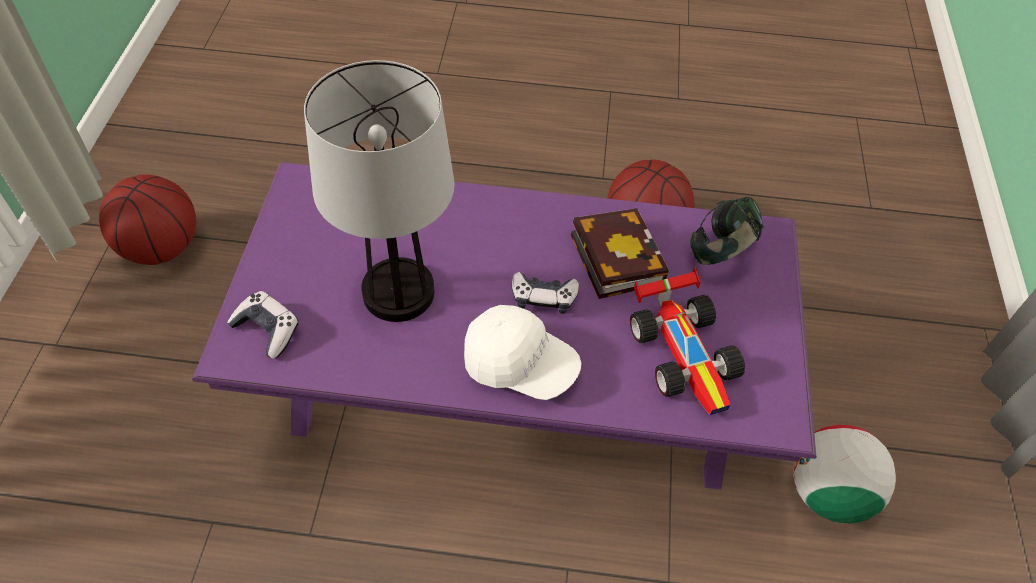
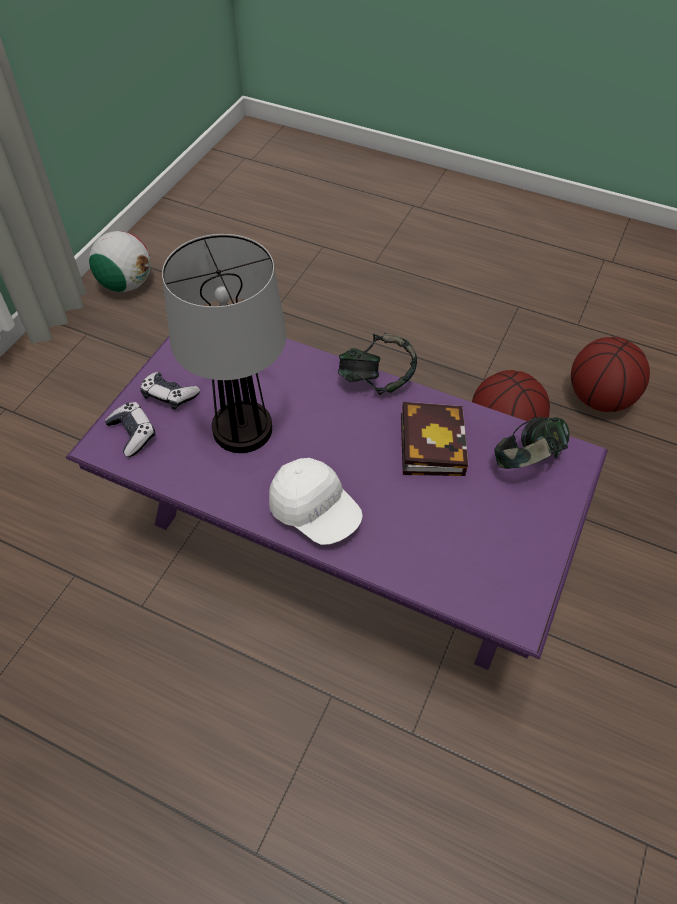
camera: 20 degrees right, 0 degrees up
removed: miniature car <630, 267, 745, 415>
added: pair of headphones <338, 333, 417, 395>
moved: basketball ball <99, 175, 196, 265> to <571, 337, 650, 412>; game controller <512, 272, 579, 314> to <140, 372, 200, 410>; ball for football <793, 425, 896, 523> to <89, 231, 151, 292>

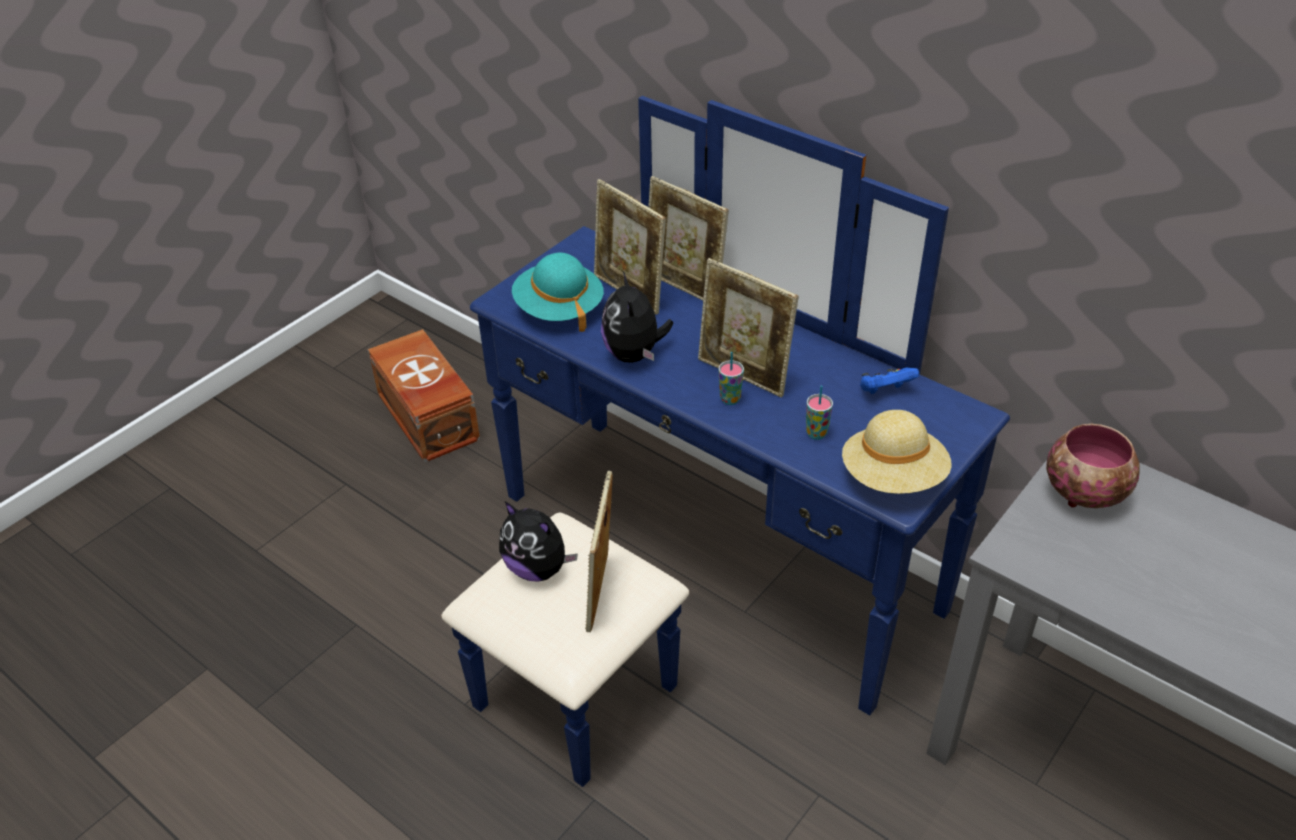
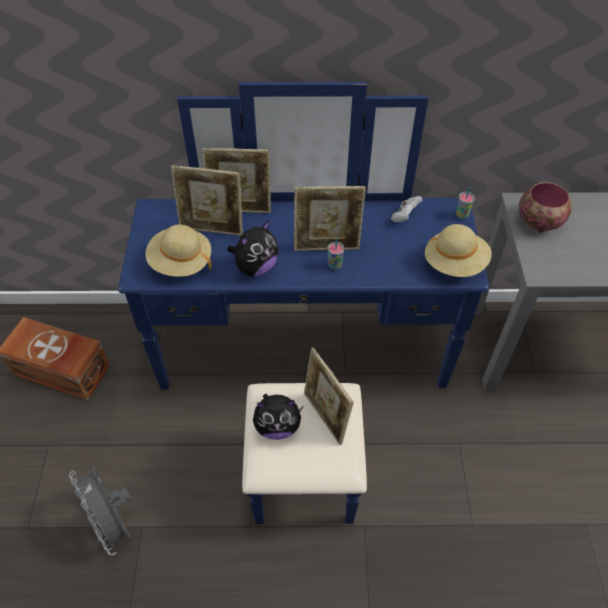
camera: 40 degrees left, 10 degrees up
added: greyish cooling fan <69, 467, 131, 555>
moved: cup <806, 386, 833, 440> to <456, 187, 475, 219>
recoloured: blue-green wearable hat <512, 253, 604, 332> to sand-coloured wearable hat <145, 225, 212, 277>; bluish game controller <860, 368, 919, 394> to whitish game controller <391, 196, 422, 222>
turned: plush toy <601, 272, 673, 363> = <227, 220, 279, 277> 90 degrees counterclockwise

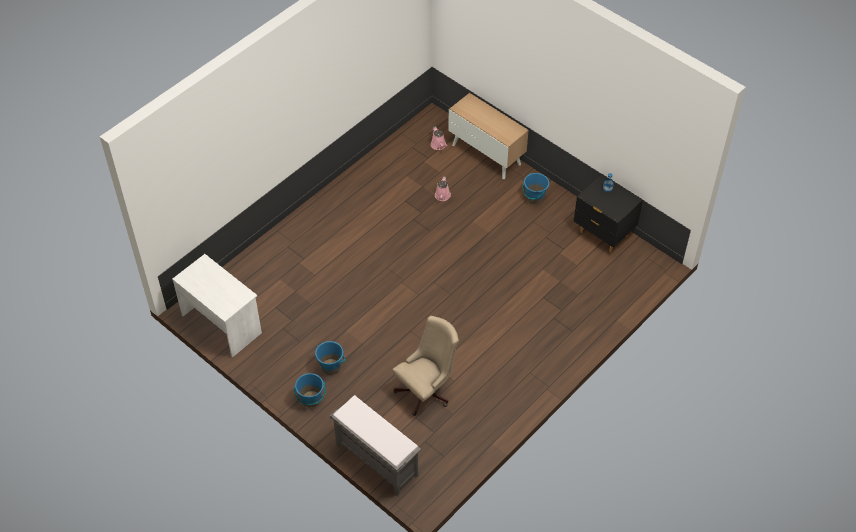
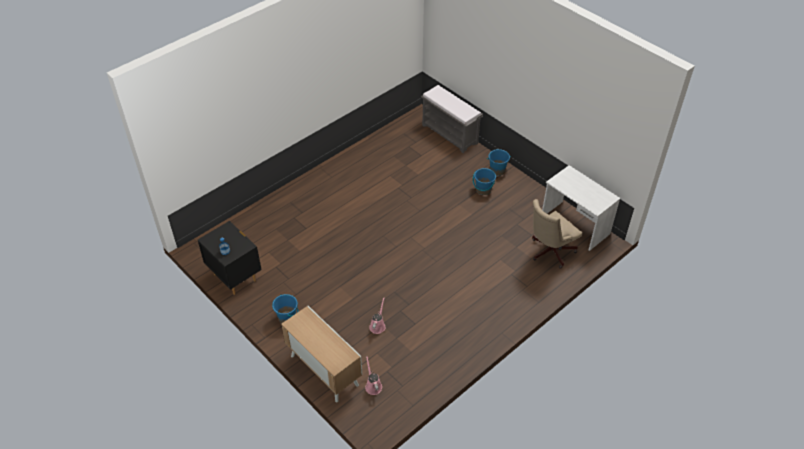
camera: 175 degrees left, 5 degrees down
moved: sand-coloured office chair <392, 316, 459, 416> to <532, 199, 582, 269>

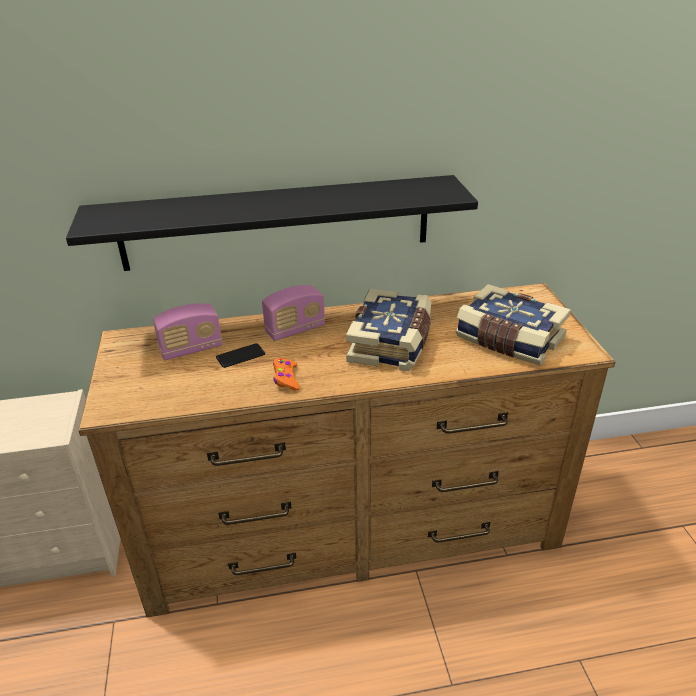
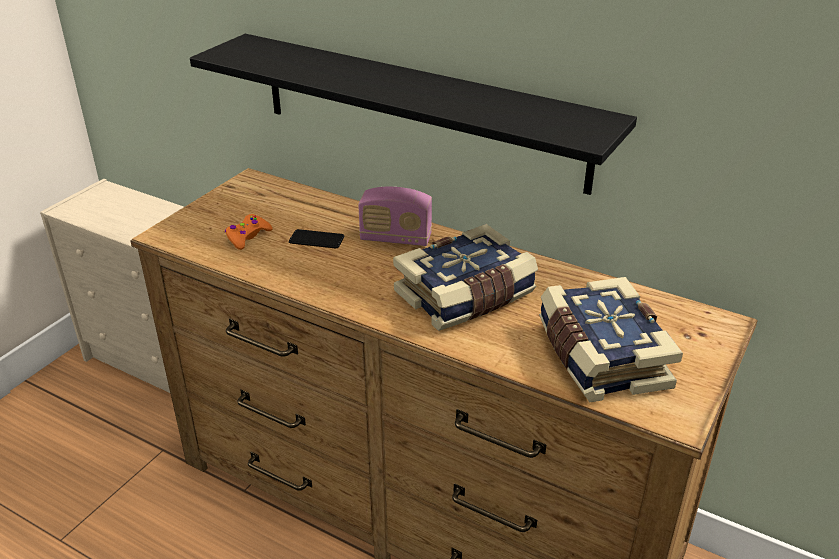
camera: 40 degrees right, 0 degrees up
removed: radio <153, 303, 222, 360>
moved: orange-coloured game controller <273, 358, 300, 391> to <225, 214, 273, 250>

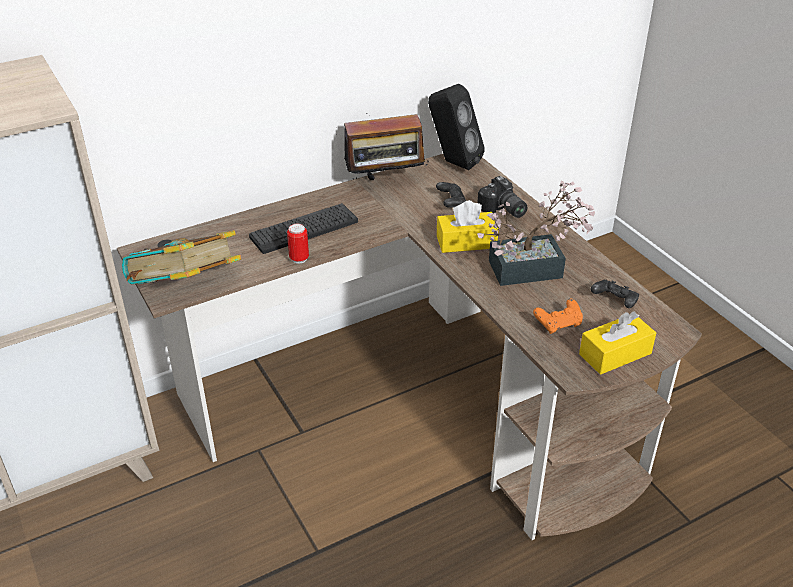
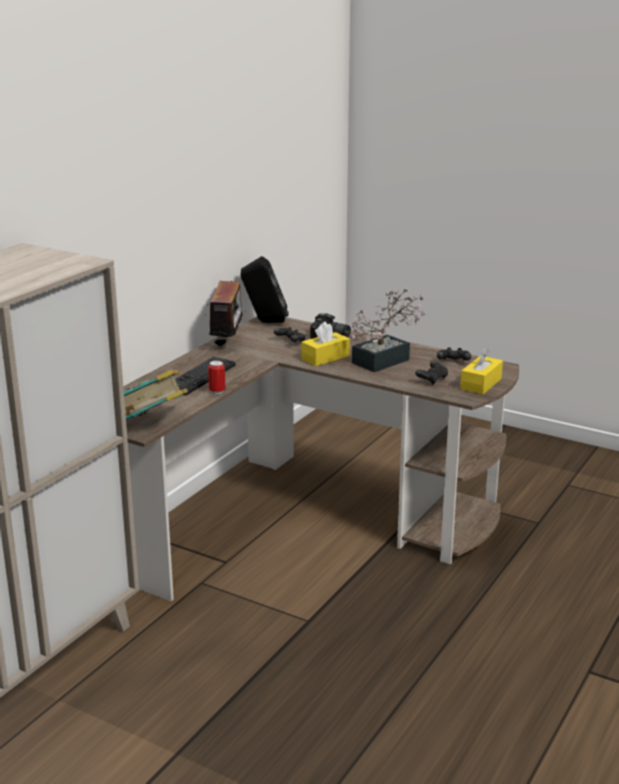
camera: 30 degrees left, 15 degrees down
recoloured: orange-coloured game controller <533, 299, 583, 334> to black game controller <415, 362, 448, 385>
turned: radio <344, 113, 429, 180> = <205, 280, 246, 348> 45 degrees counterclockwise

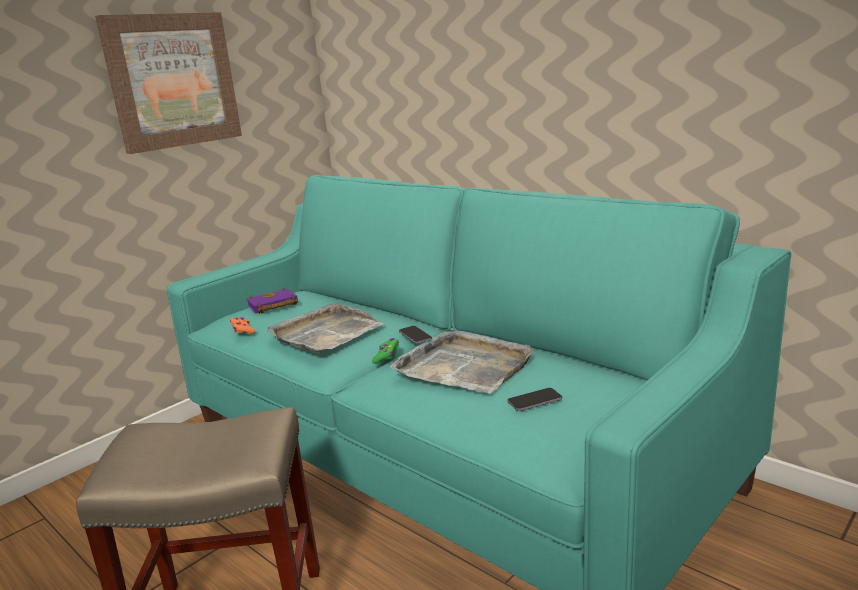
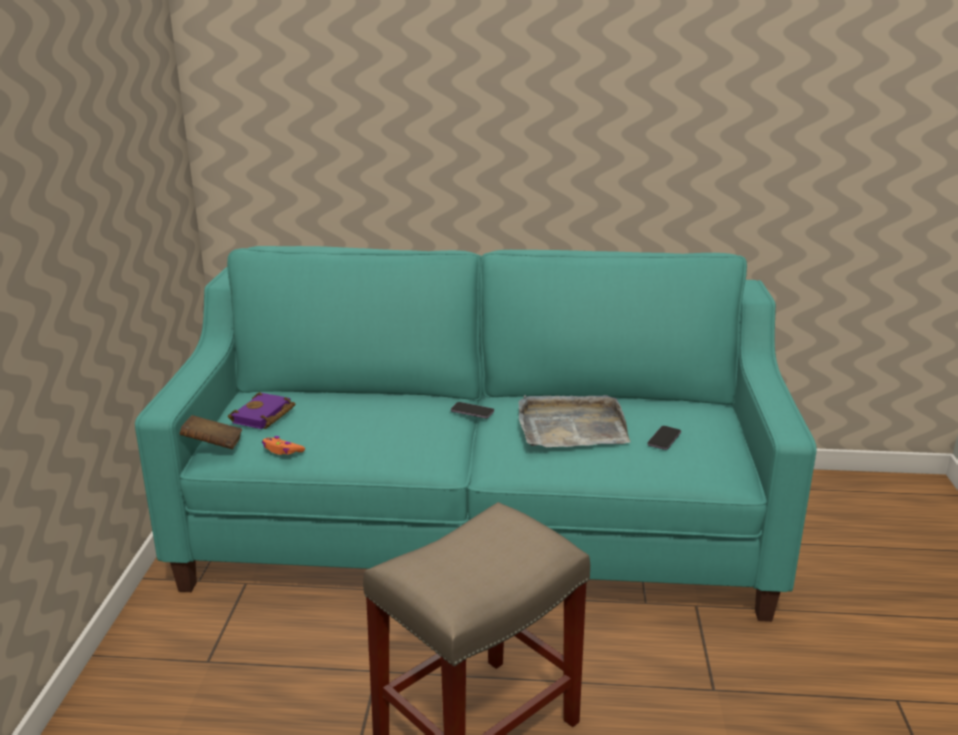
camera: 40 degrees left, 5 degrees up
removed: wall art <95, 12, 242, 154>; greyish serving tray <267, 303, 384, 353>; green-coloured game controller <372, 338, 399, 364>
added: brown bound book <179, 415, 243, 449>

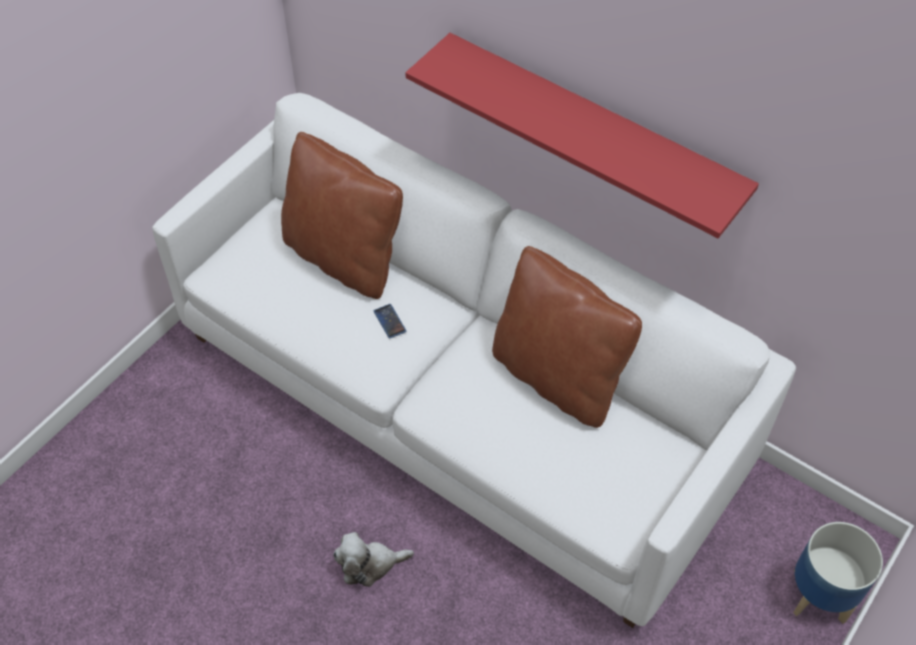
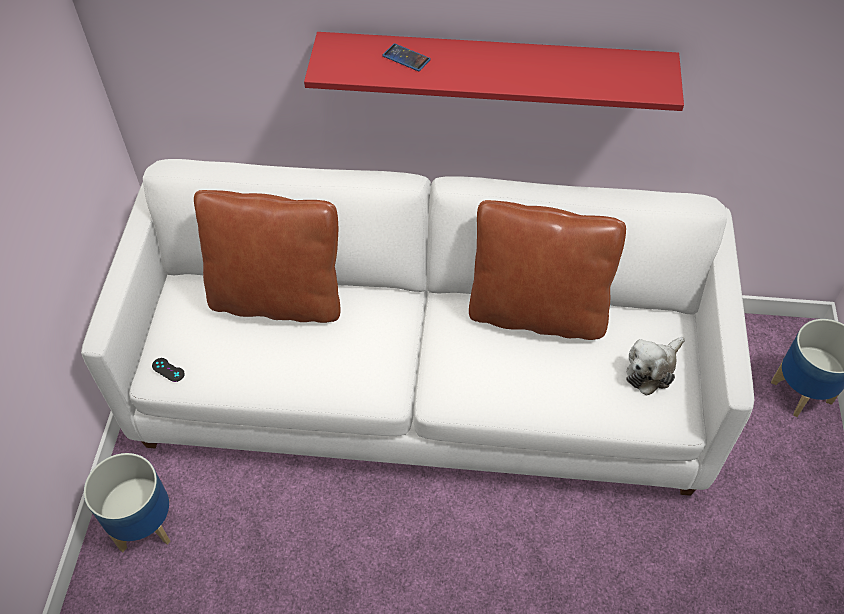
camera: 30 degrees left, 0 degrees up
added: plant pot <84, 453, 171, 552>; black game controller <152, 358, 185, 382>
moved: plush toy <333, 532, 414, 587> to <626, 337, 685, 396>; phone <373, 304, 406, 339> to <382, 43, 431, 71>

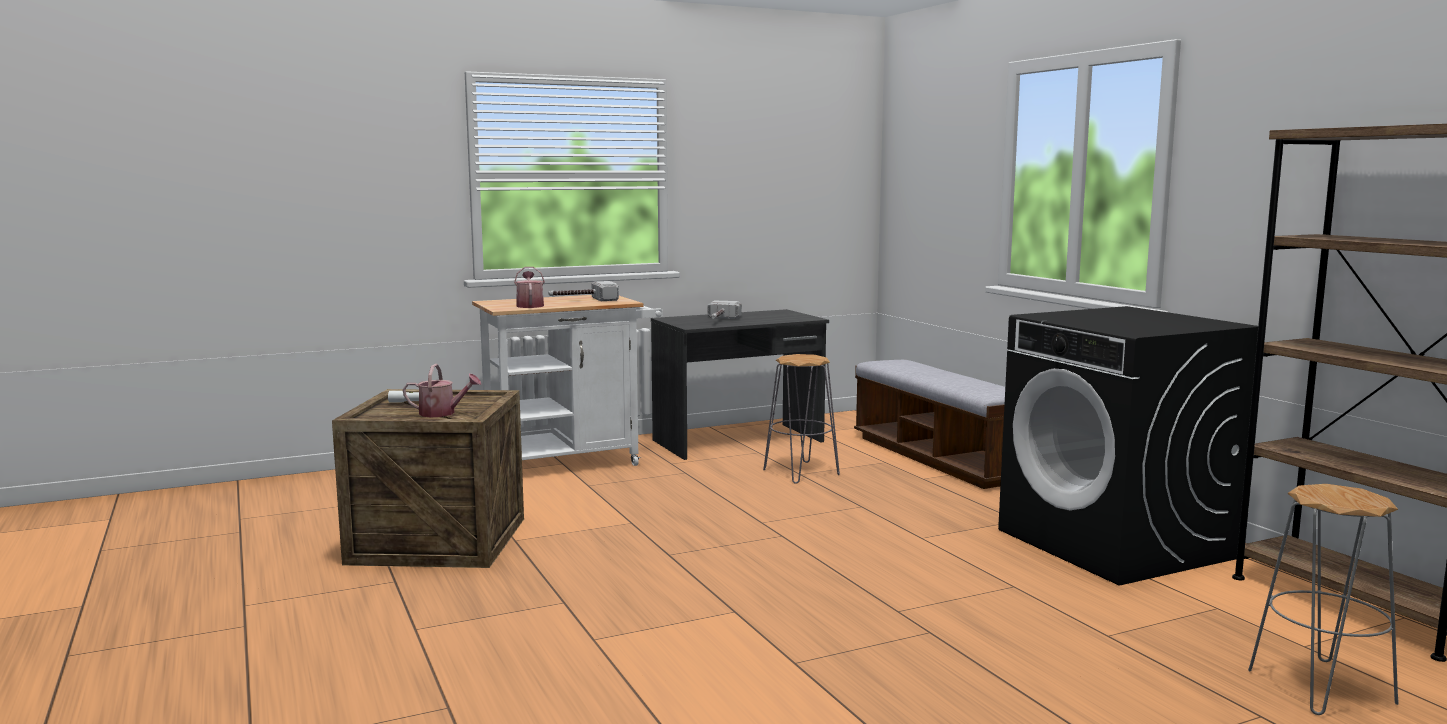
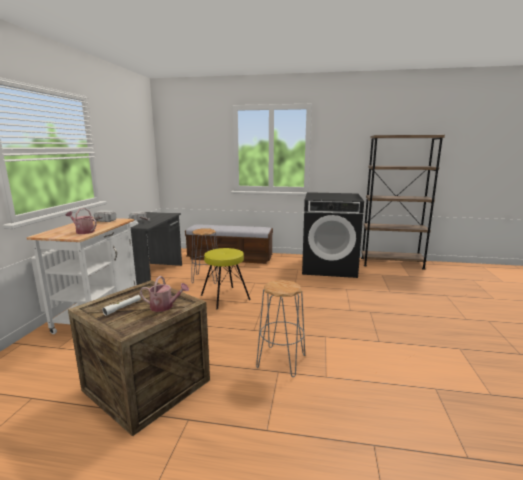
camera: 55 degrees left, 5 degrees up
added: yellowish sitting stool <201, 248, 251, 309>
moved: greyish sitting stool <1248, 484, 1399, 715> to <256, 280, 305, 377>
turned: sprinkling can <403, 364, 481, 418> = <140, 276, 189, 312> 60 degrees clockwise

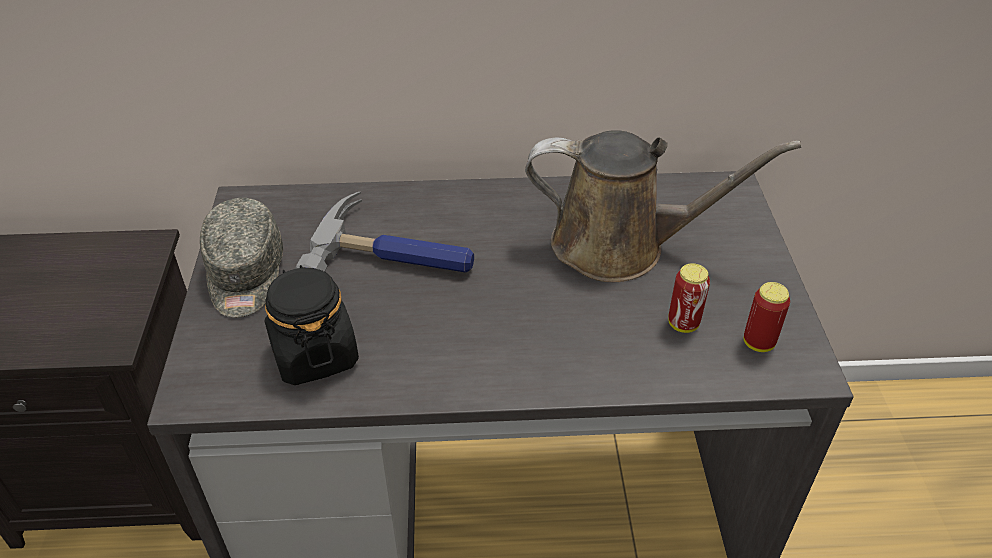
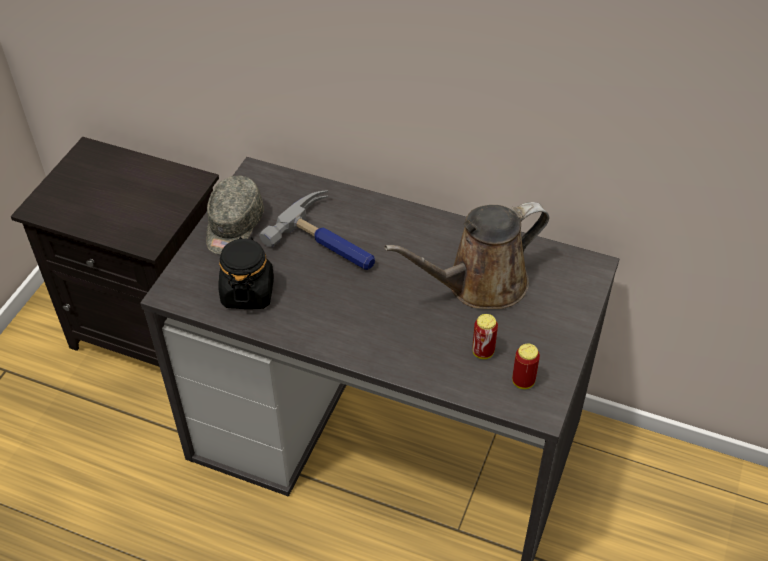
camera: 25 degrees right, 5 degrees up
turned: brown sprinkling can <525, 130, 801, 282> = <384, 202, 549, 309> 120 degrees clockwise

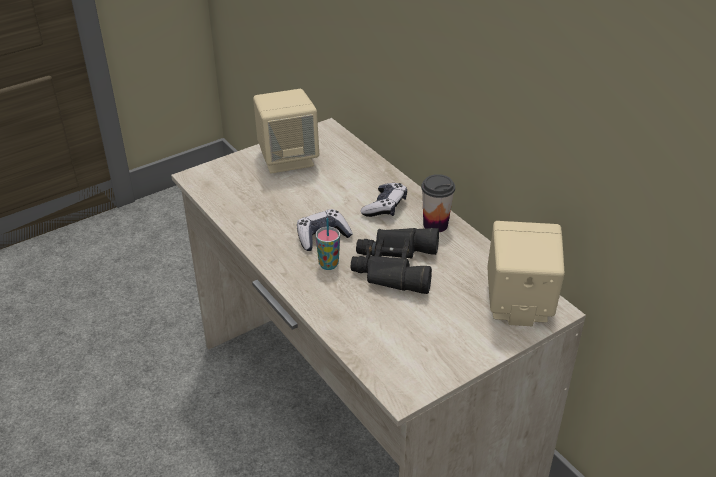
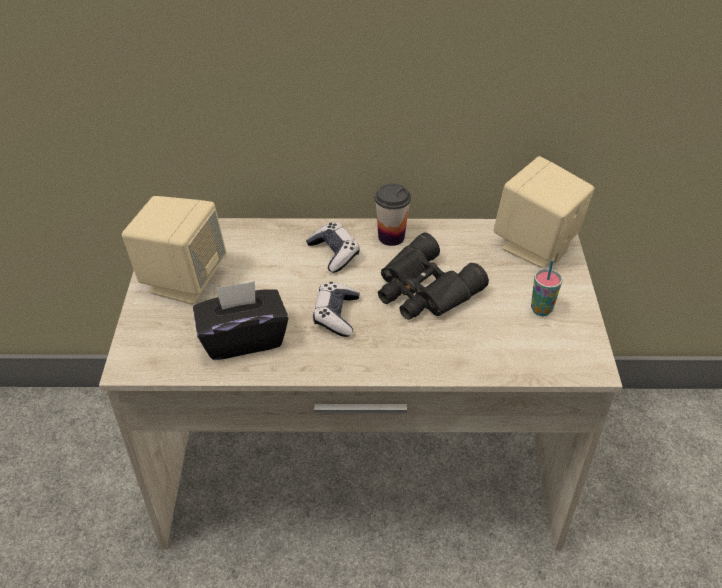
camera: 55 degrees left, 5 degrees up
added: black tissue box <193, 281, 289, 360>
moved: cup <316, 218, 340, 270> to <531, 260, 562, 316>

